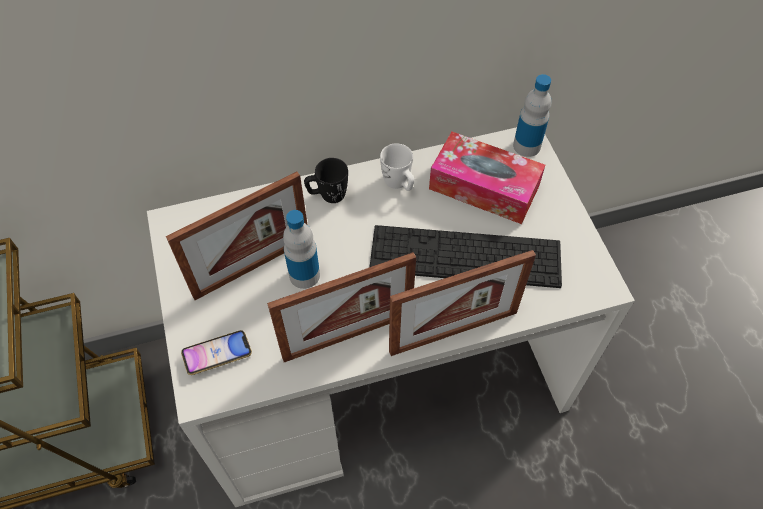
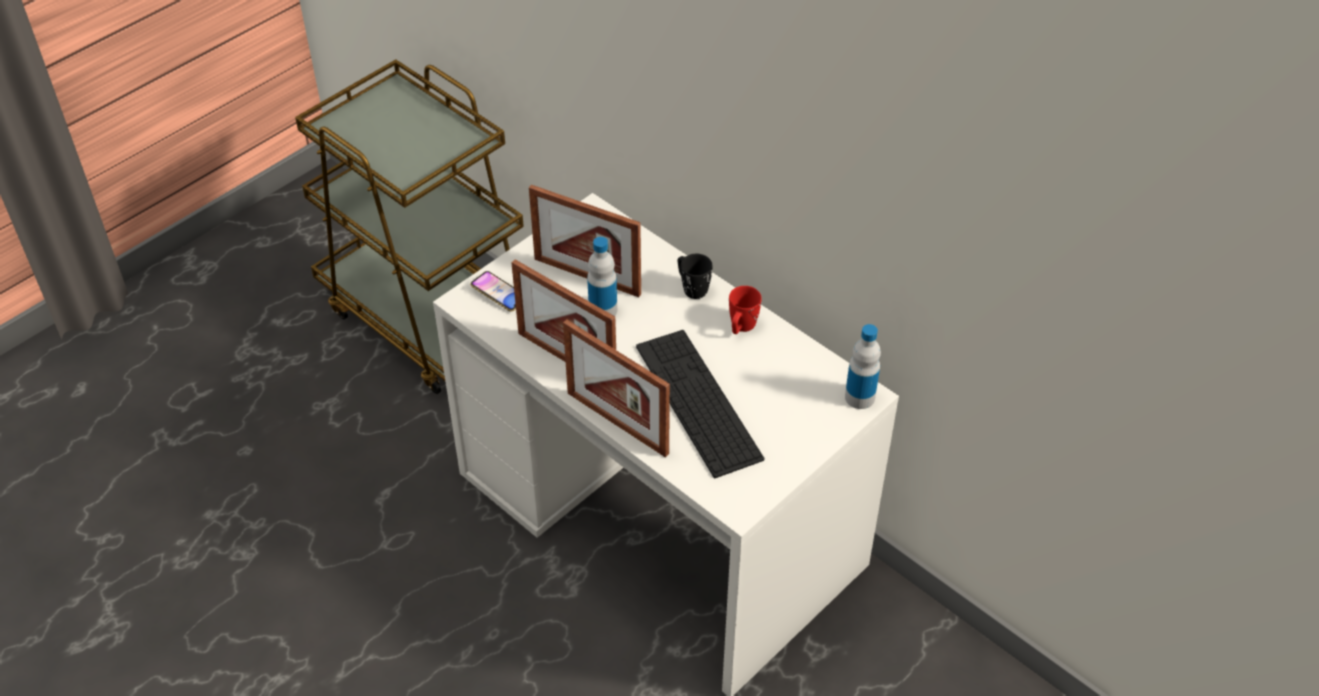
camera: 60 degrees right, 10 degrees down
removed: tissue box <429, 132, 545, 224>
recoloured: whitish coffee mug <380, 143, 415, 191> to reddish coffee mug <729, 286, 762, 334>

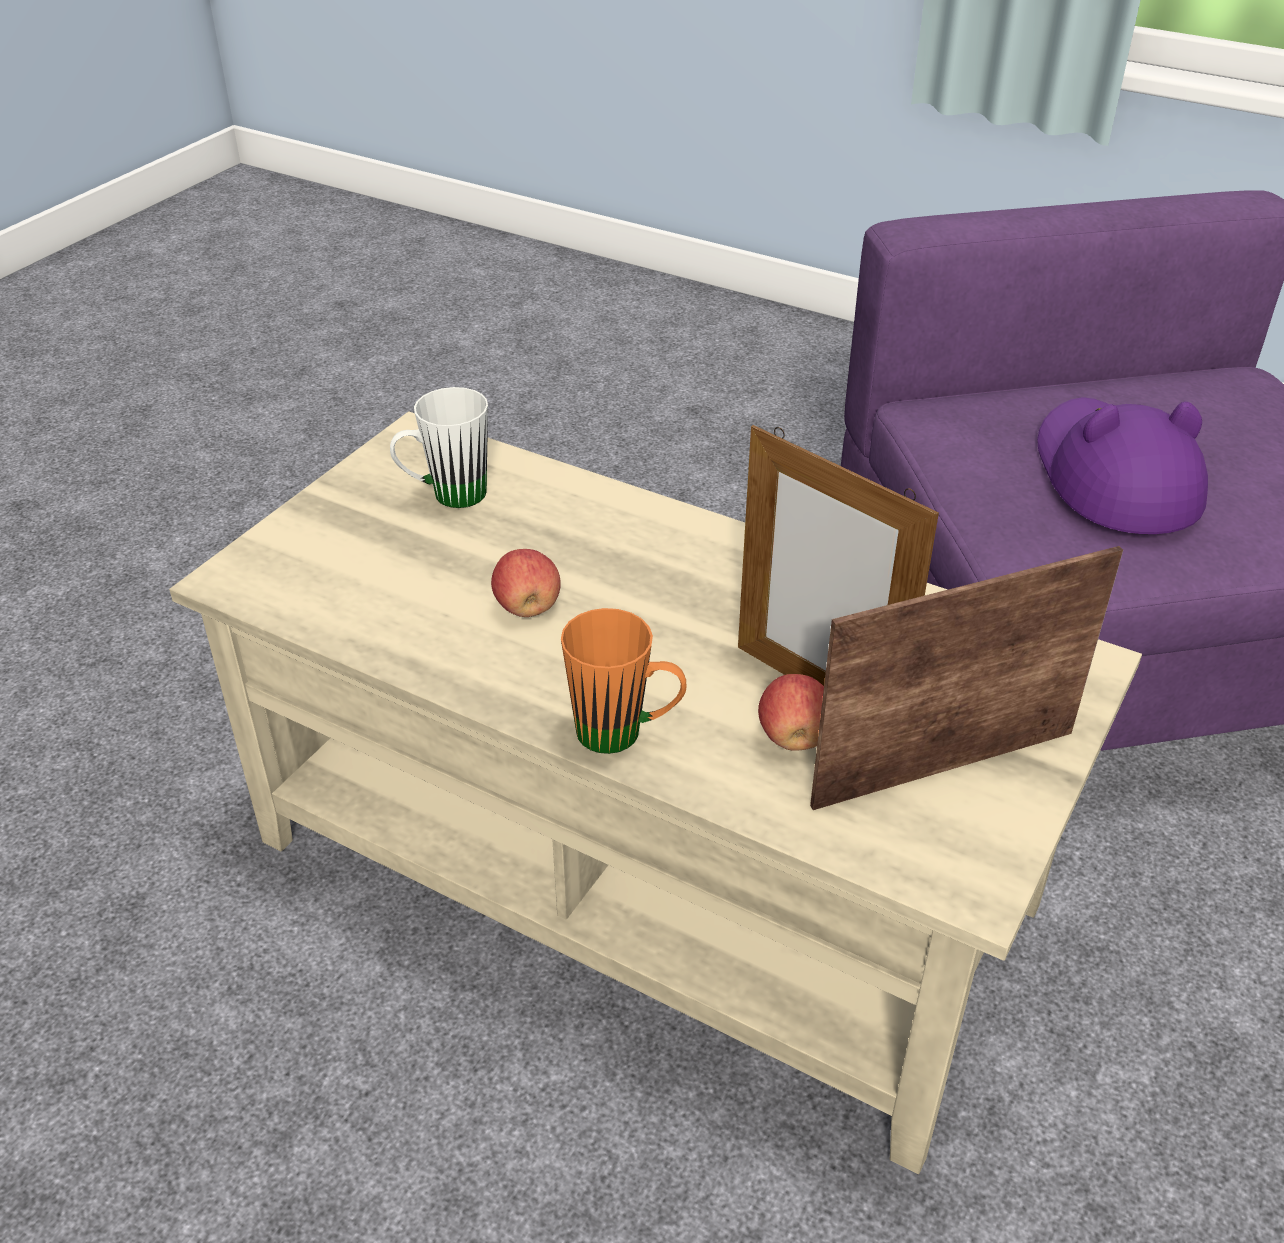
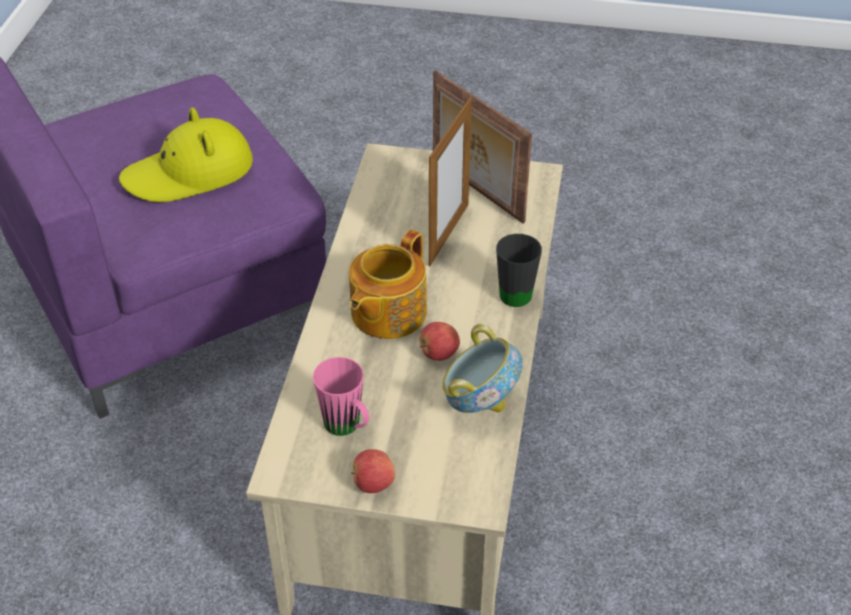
camera: 110 degrees left, 5 degrees up
added: teapot <349, 230, 427, 339>; deep dish <442, 324, 523, 413>
moved: apple <758, 674, 824, 751> to <351, 449, 395, 493>
recoloured: whitish coffee mug <390, 387, 488, 508> to pink-coloured coffee mug <313, 357, 369, 436>; orange-coloured coffee mug <561, 608, 687, 754> to black coffee mug <496, 234, 542, 307>; purple-coloured wearable hat <1037, 397, 1208, 534> to yellowish wearable hat <119, 107, 253, 202>

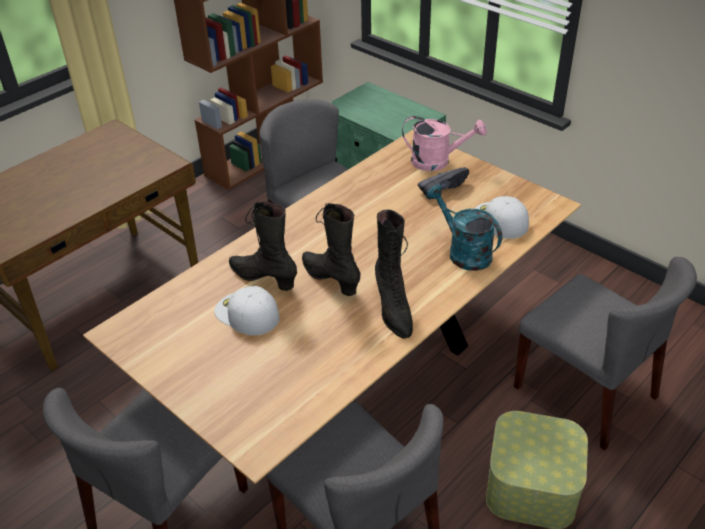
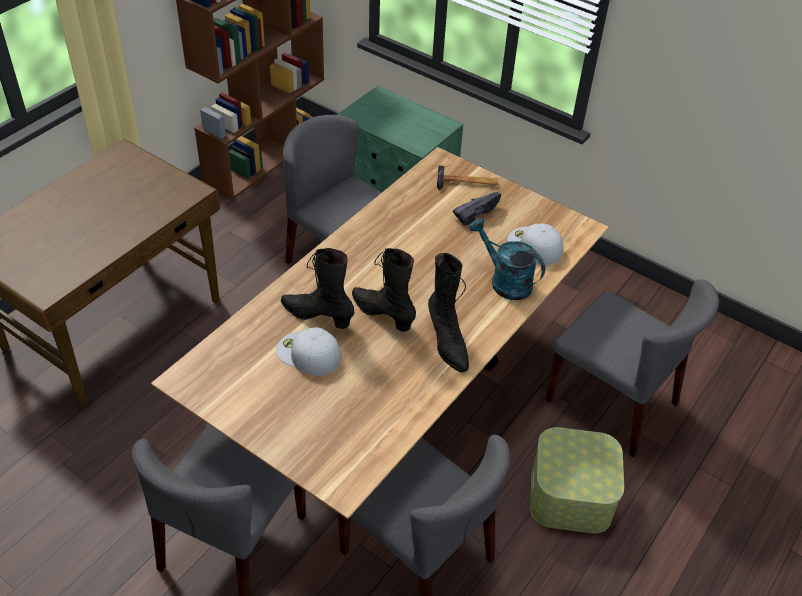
camera: 10 degrees left, 5 degrees up
replaced: pink-coloured sprinkling can <402, 116, 487, 171> to hammer <437, 165, 498, 190>

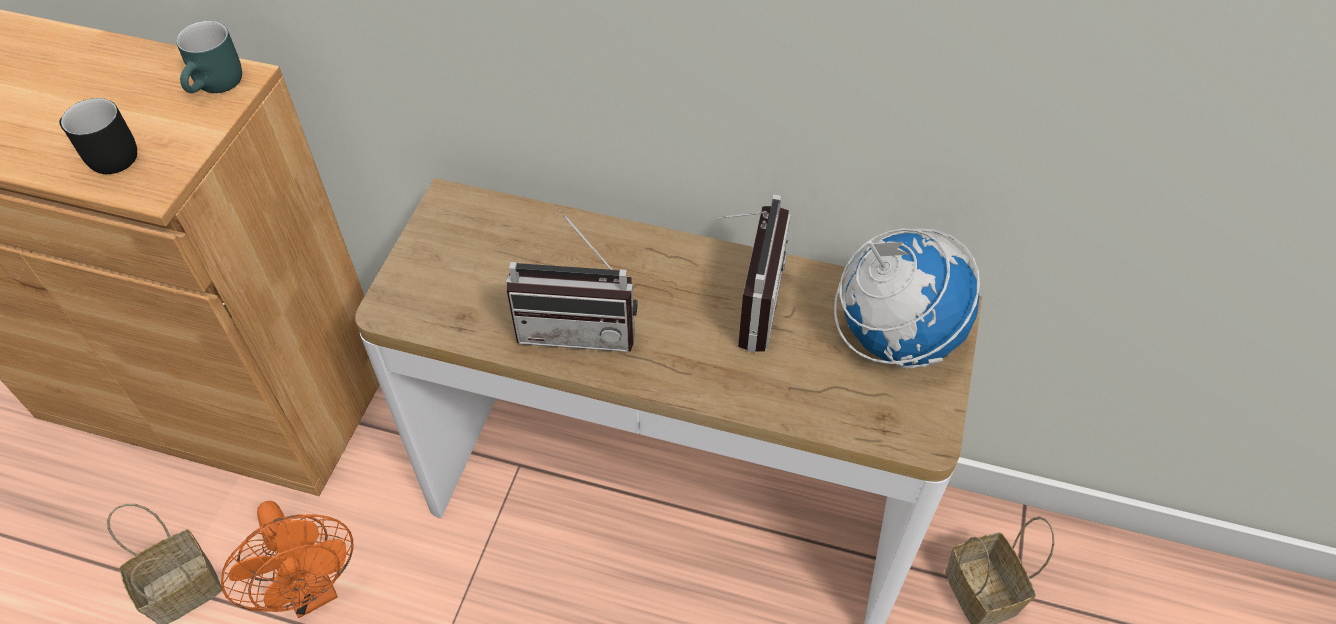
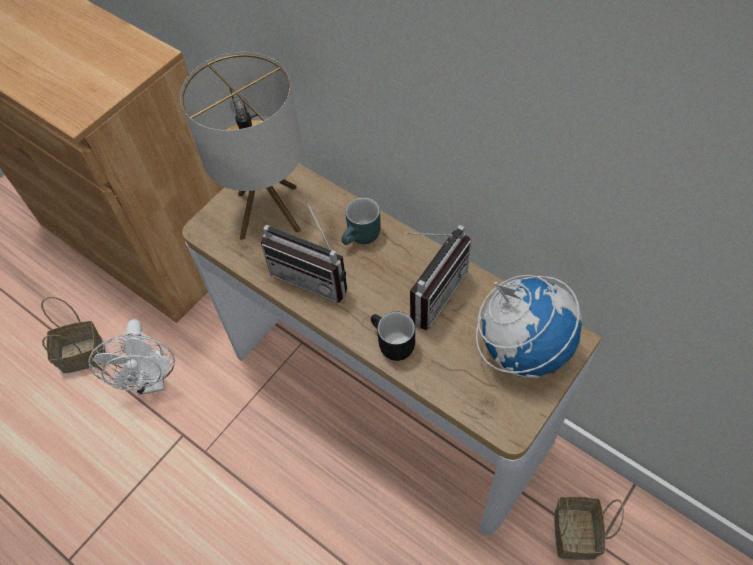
camera: 25 degrees right, 5 degrees up
added: lamp for a table <180, 52, 302, 240>
moved: black coffee mug <59, 98, 137, 174> to <371, 311, 415, 361>; blue-green coffee mug <176, 21, 242, 93> to <342, 197, 381, 245>
recoloured: orange-coloured cooling fan <221, 501, 353, 618> to whitish cooling fan <88, 319, 175, 395>

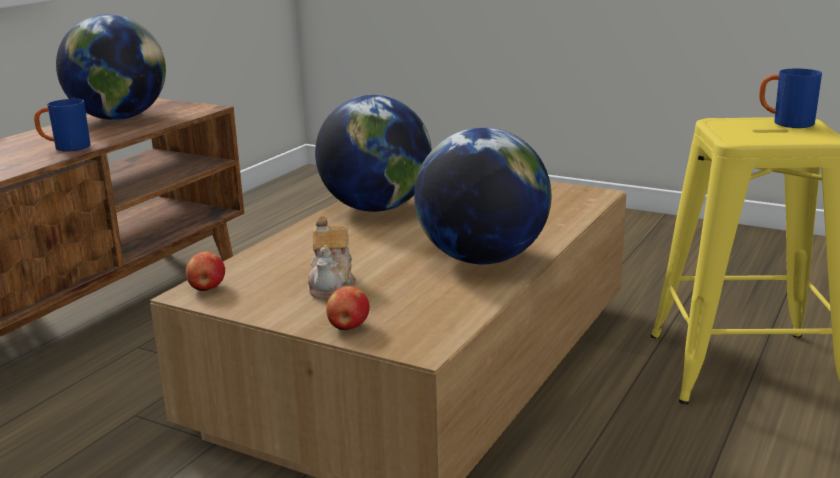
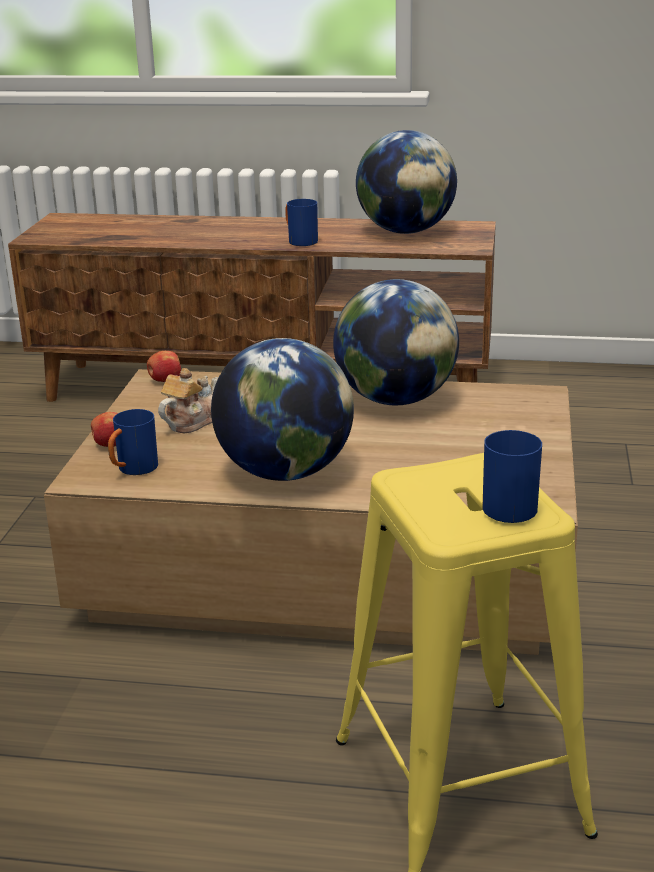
camera: 70 degrees right, 5 degrees up
added: bluish coffee mug <108, 409, 158, 475>
turned: teapot <308, 215, 356, 299> = <158, 368, 219, 433> 150 degrees clockwise

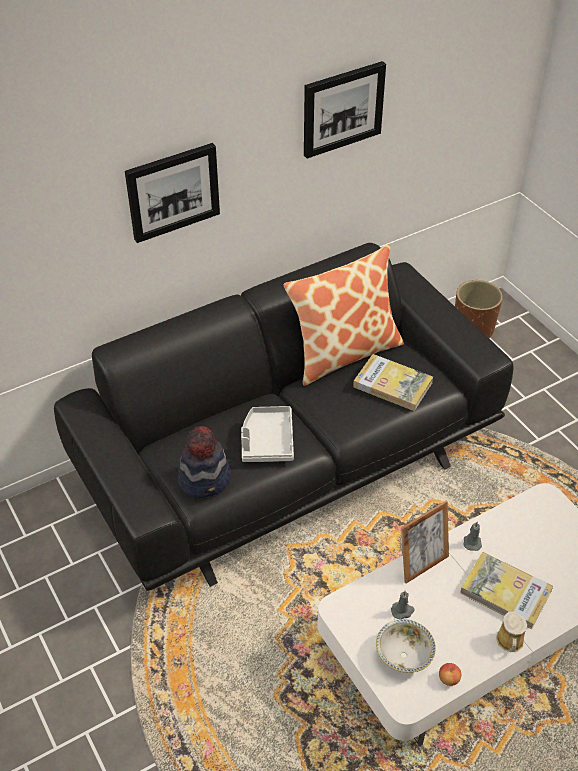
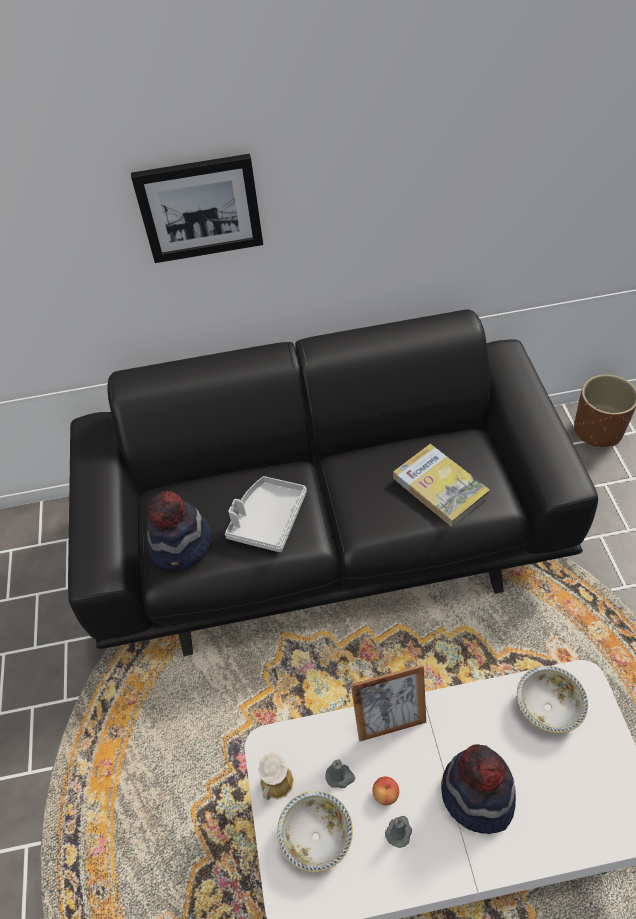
camera: 25 degrees right, 5 degrees up
removed: cushion <284, 244, 404, 386>; wall art <304, 61, 386, 159>
added: deep dish <517, 666, 588, 733>
moved: apple <439, 663, 461, 686> to <372, 776, 399, 805>; greyish wax light <463, 522, 482, 551> to <385, 816, 412, 848>; coffee mug <496, 612, 527, 652> to <258, 752, 294, 800>
replaced: bound book <460, 552, 553, 630> to wearable hat <441, 744, 516, 834>

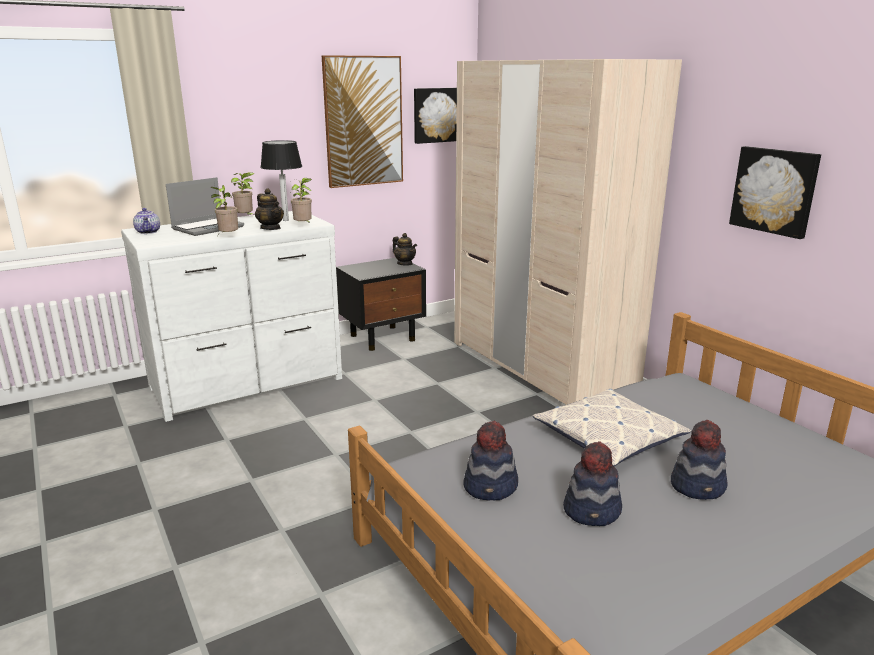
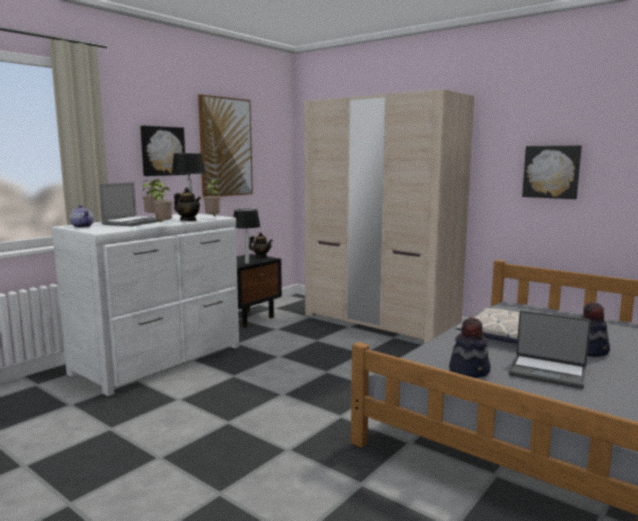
camera: 20 degrees left, 10 degrees down
added: lamp for a table <233, 209, 261, 264>
moved: wall art <414, 88, 457, 144> to <140, 126, 186, 176>
replaced: wearable hat <563, 441, 622, 526> to laptop <509, 310, 591, 389>

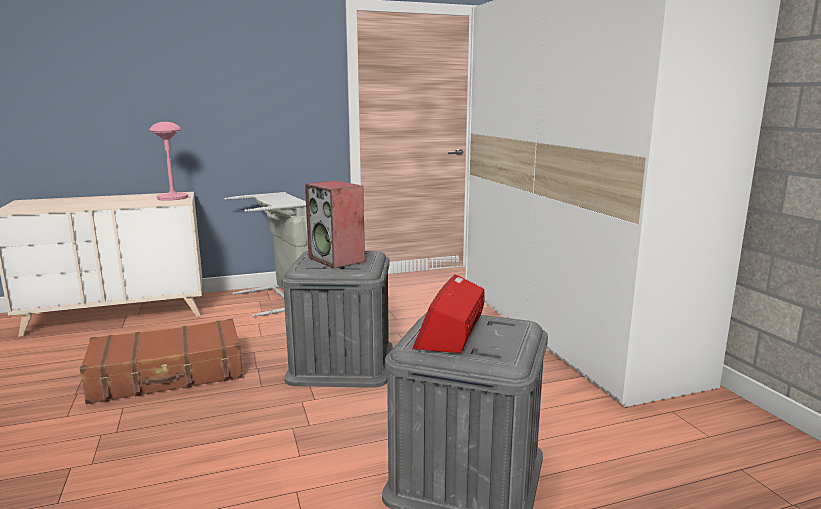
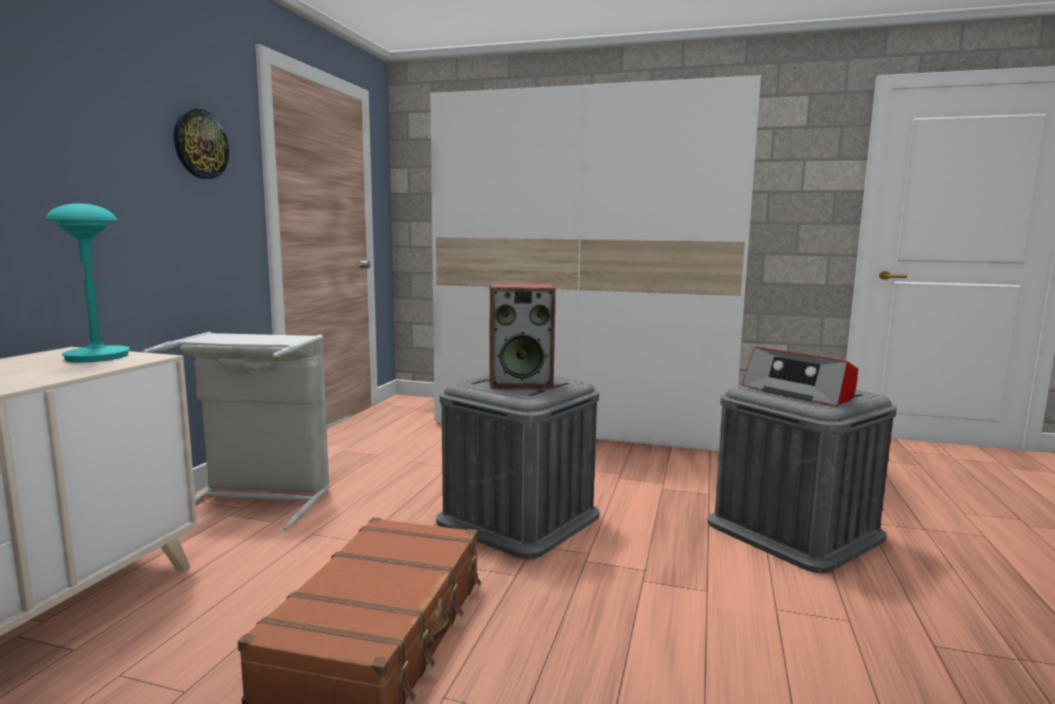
camera: 55 degrees left, 5 degrees down
added: hanging clock <174, 109, 229, 179>
recoloured: pink-coloured lamp for a table <149, 122, 189, 201> to blue-green lamp for a table <45, 203, 130, 363>

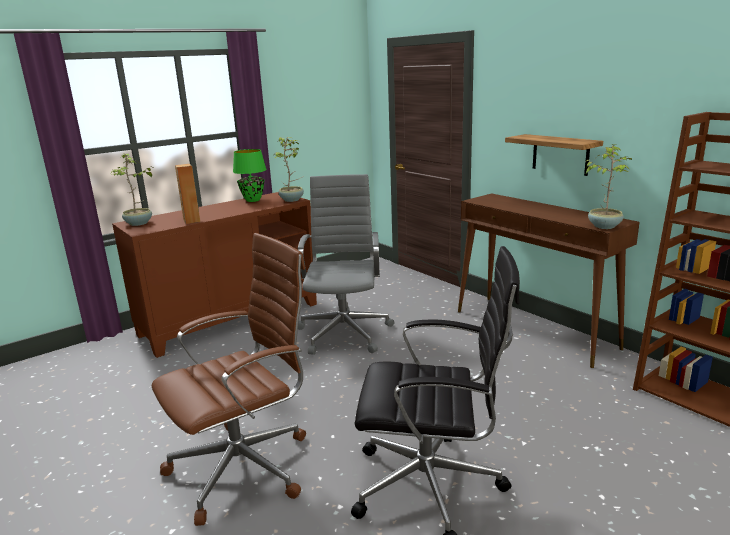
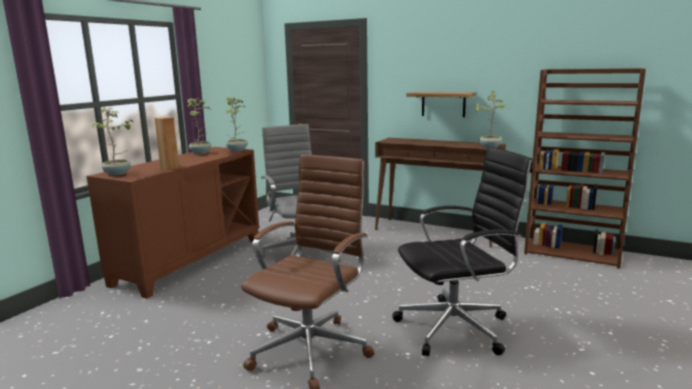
camera: 25 degrees left, 5 degrees down
replaced: green-coloured lamp for a table <233, 149, 267, 202> to houseplant <187, 98, 212, 154>

